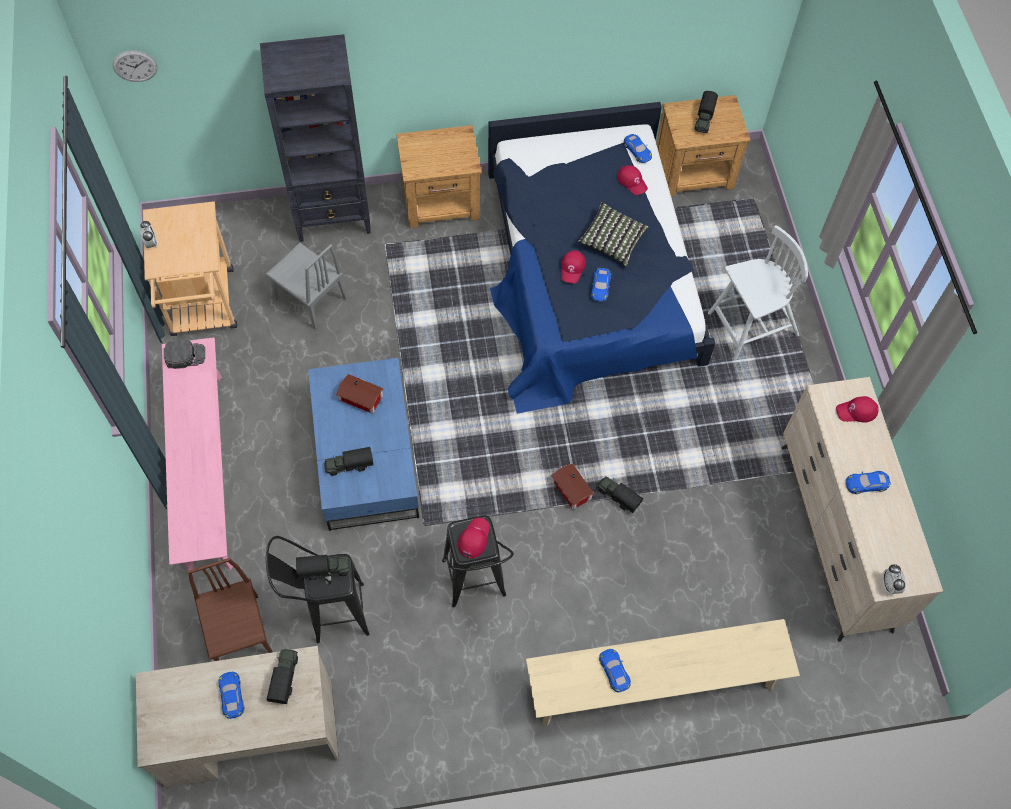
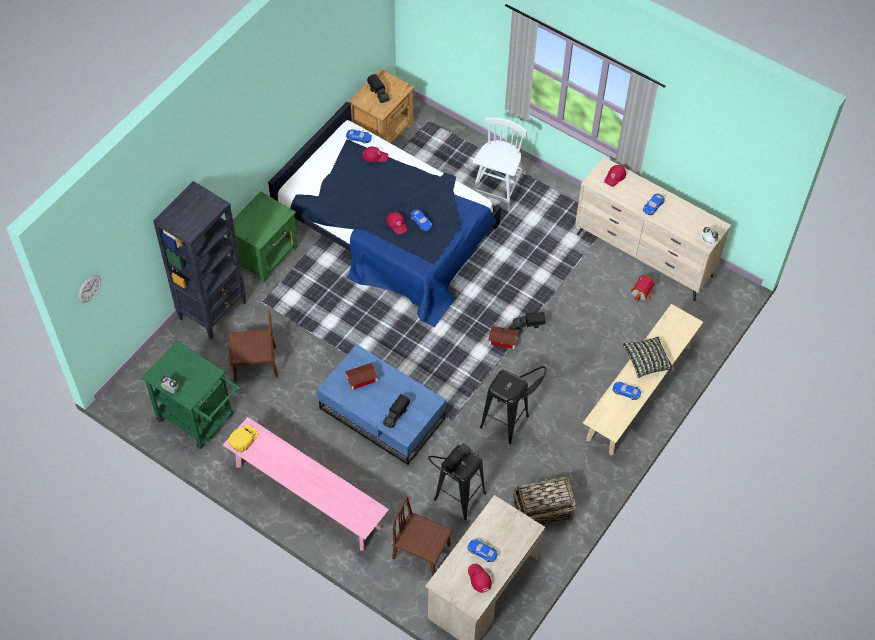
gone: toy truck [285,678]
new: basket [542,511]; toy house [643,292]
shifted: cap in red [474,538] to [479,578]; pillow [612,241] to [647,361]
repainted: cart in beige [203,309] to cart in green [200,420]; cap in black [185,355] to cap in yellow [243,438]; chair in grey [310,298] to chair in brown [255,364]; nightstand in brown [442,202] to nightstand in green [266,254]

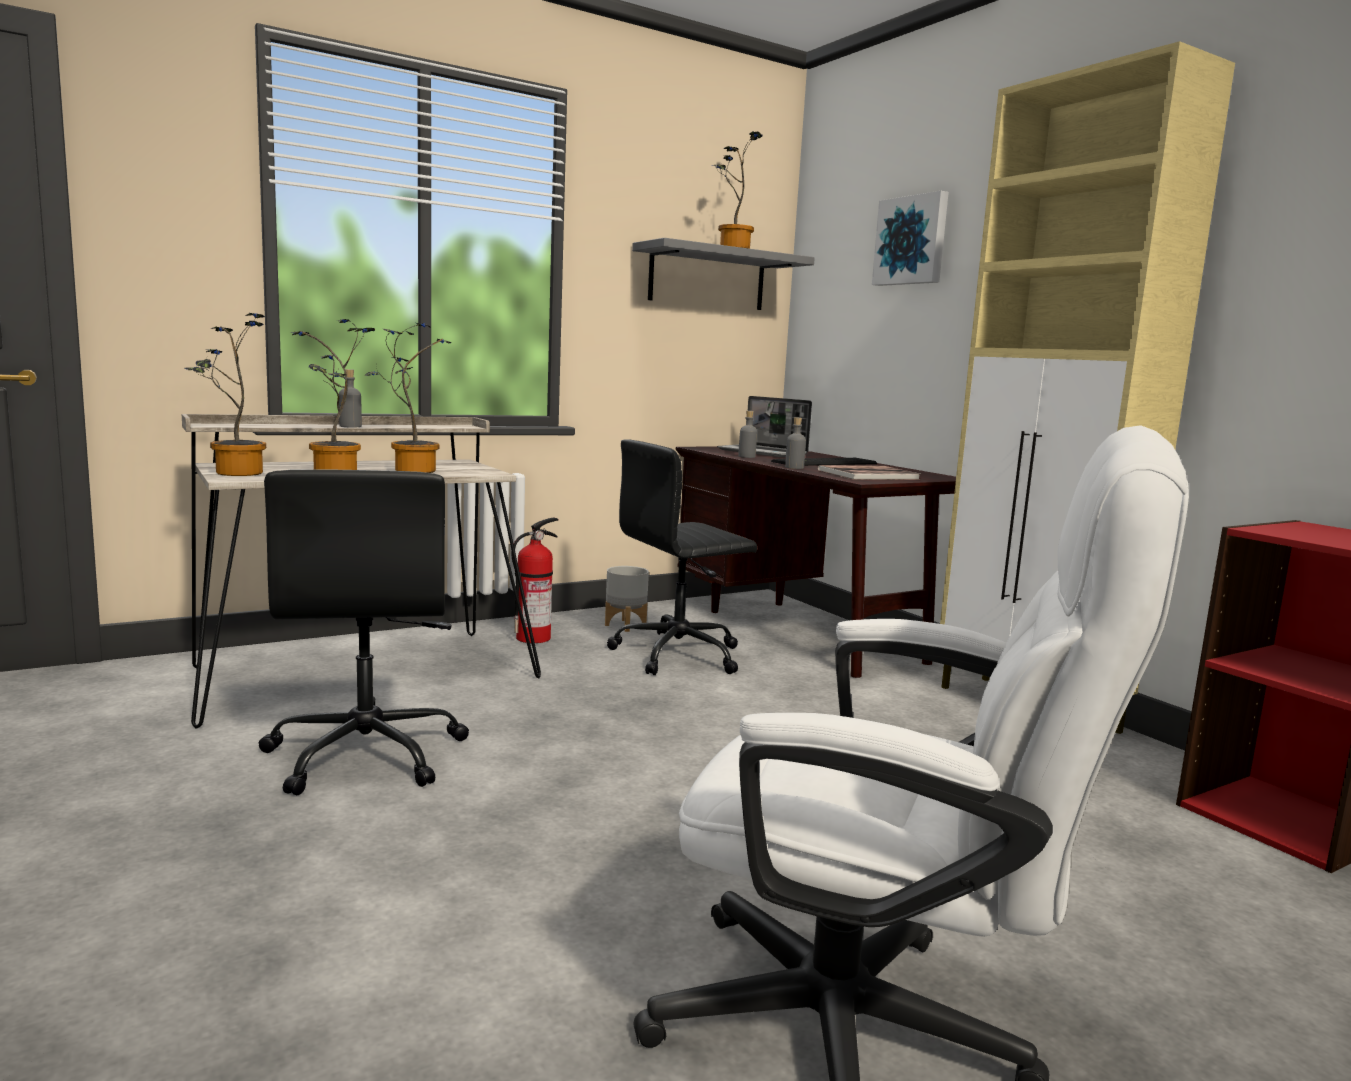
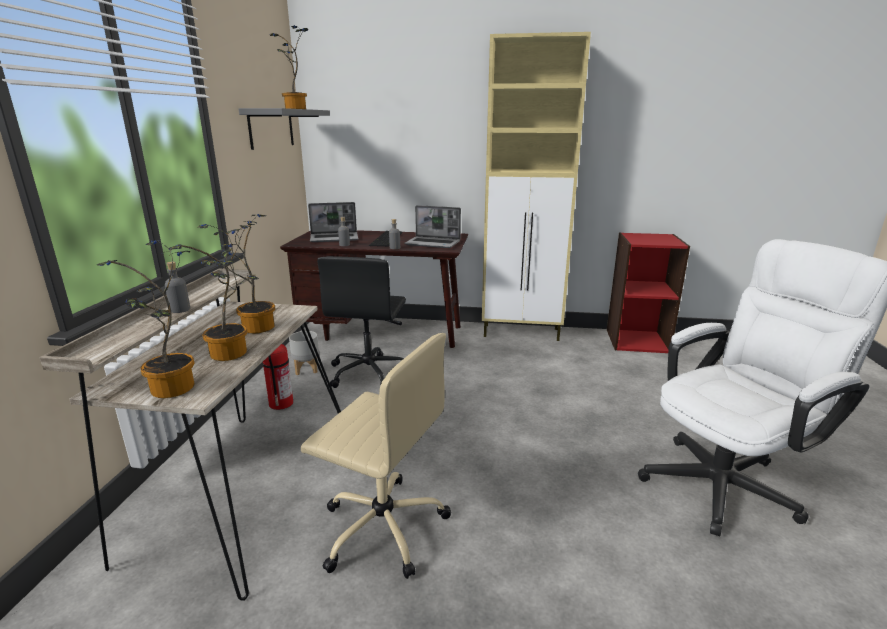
gone: picture [912,241]
swapped: book [868,475] to laptop [433,243]
repainted: office chair in black [366,754] to office chair in beige [382,526]

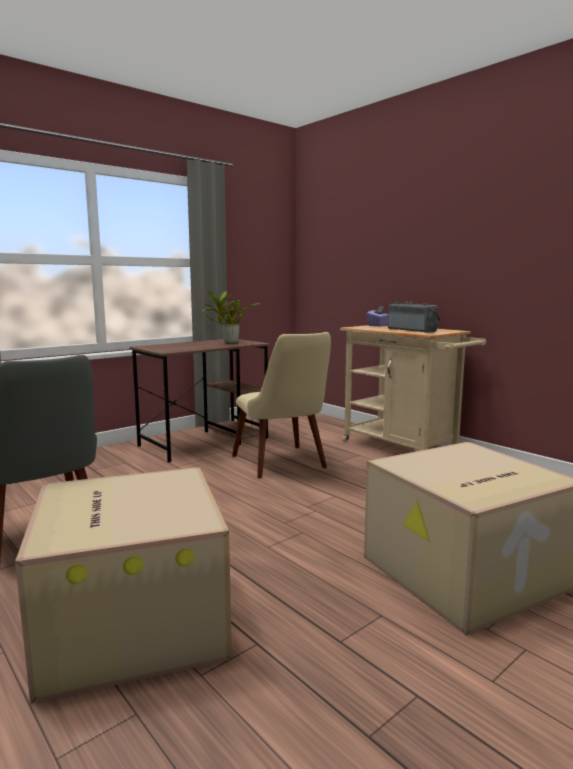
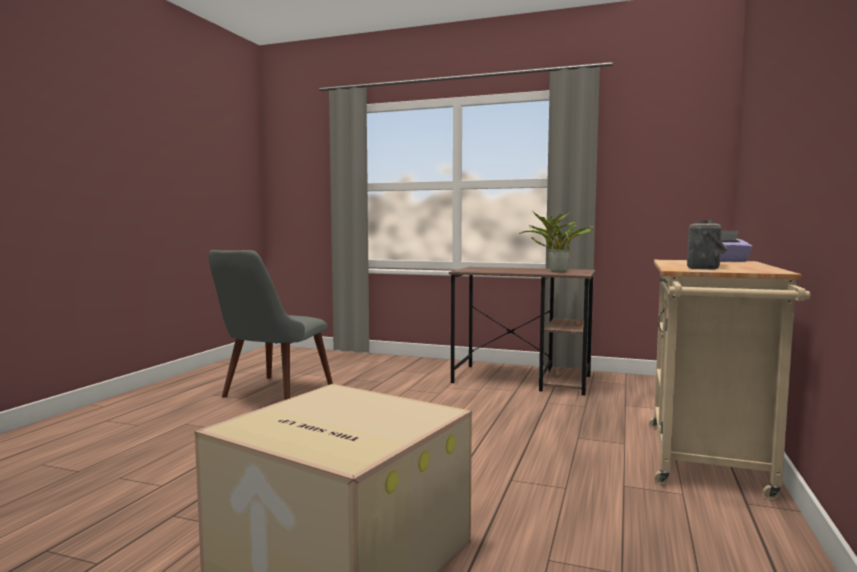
gone: cardboard box [130,620]; chair in beige [284,465]

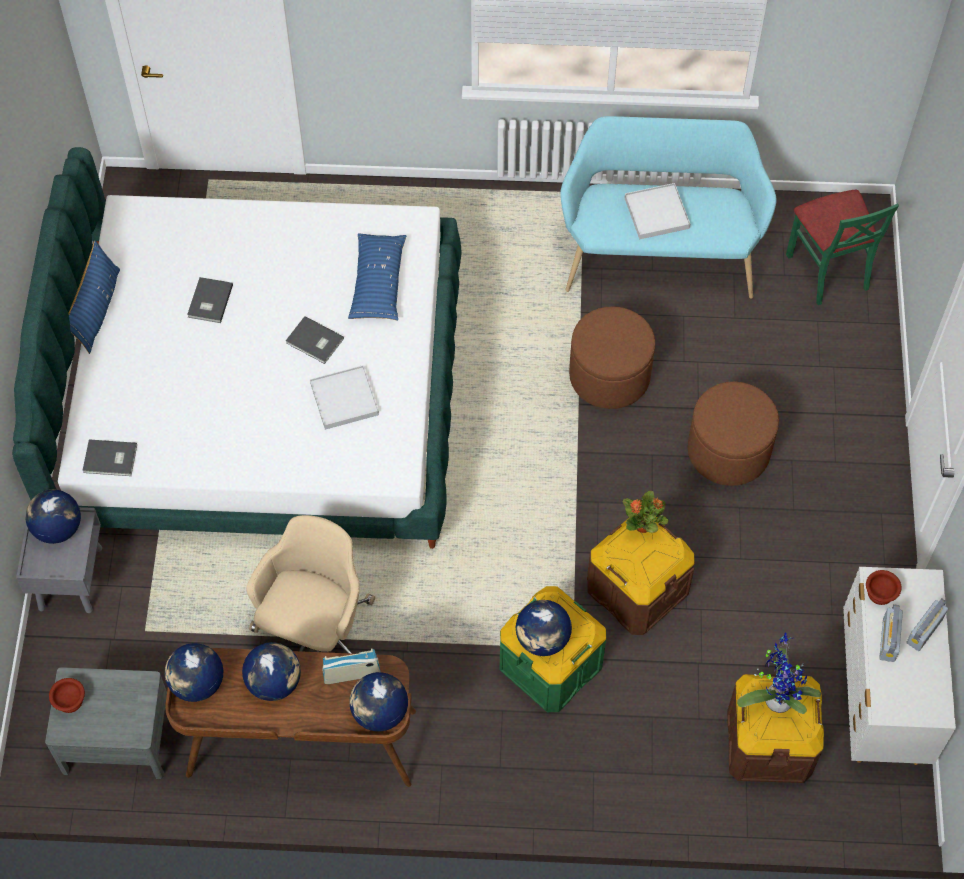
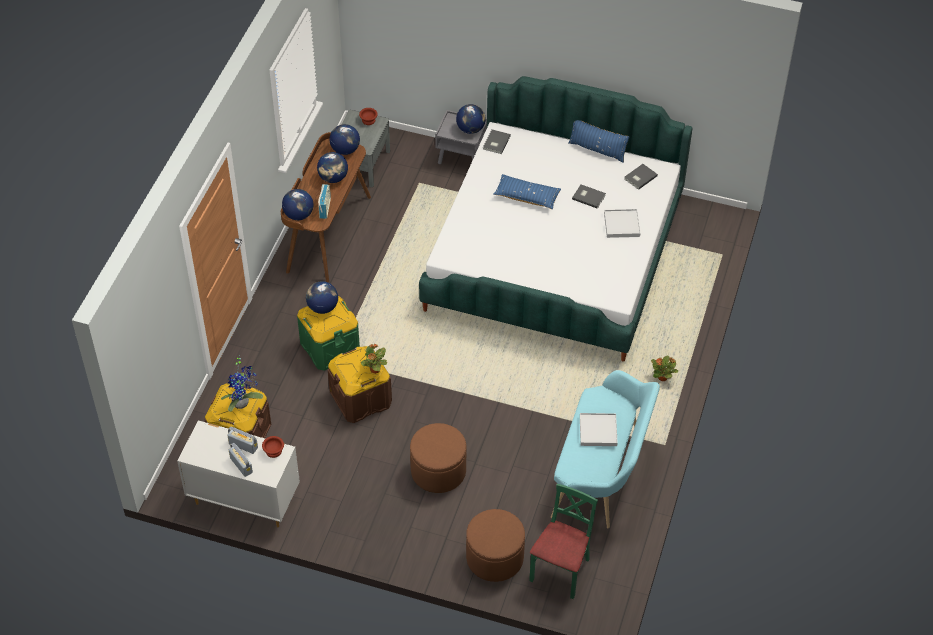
gone: office chair in beige [315,628]
new: potted plant [663,378]
shifted: book in grey [314,342] to [639,177]; tray in white [344,399] to [621,225]; pillow in blue [378,283] to [527,196]; ottoman in brown [609,375] to [494,558]
rotated: chair in green [828,270] = [561,571] 120 degrees clockwise

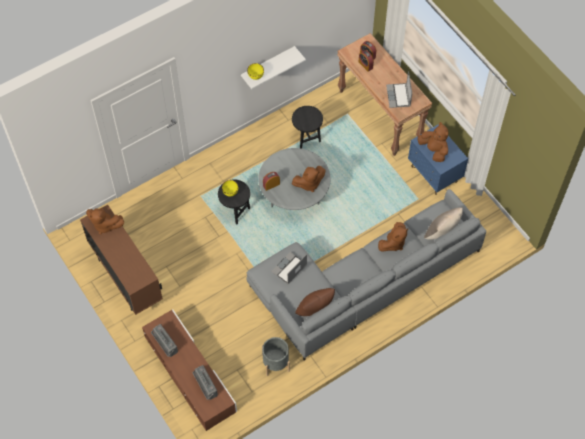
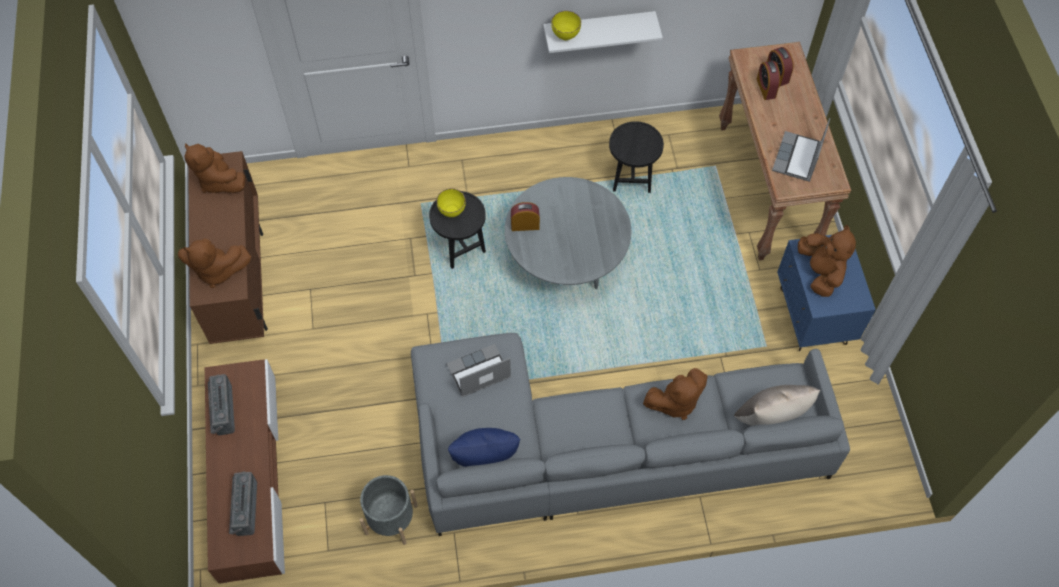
shifted: plush toy in brown [309,183] to [216,271]
repainted: pillow in brown [315,309] to pillow in blue [485,460]

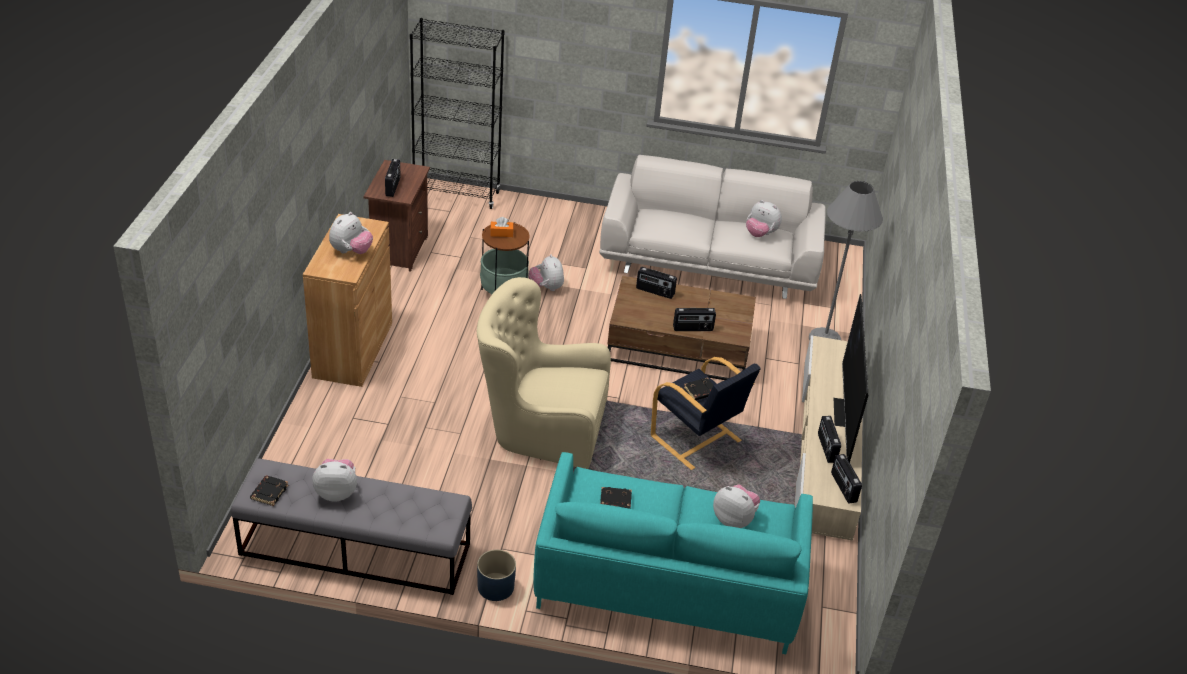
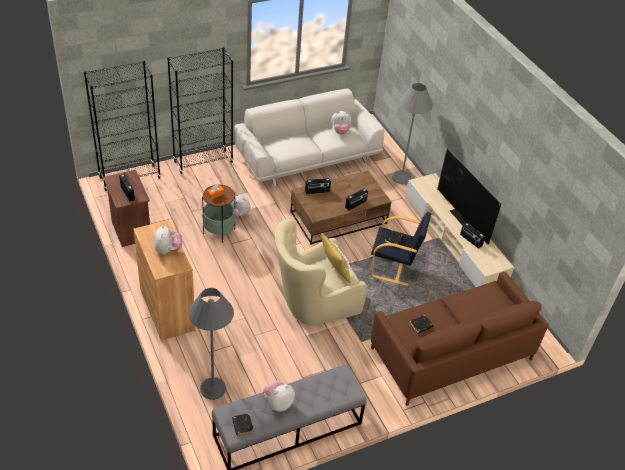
gone: planter in blue [495,587]; plush toy [734,519]; radio [843,488]
new: bookcase in black [203,162]; floor lamp in grey [213,388]; pillow in yellow [334,271]
repainted: sofa in turquoise [667,582] to sofa in brown [451,353]

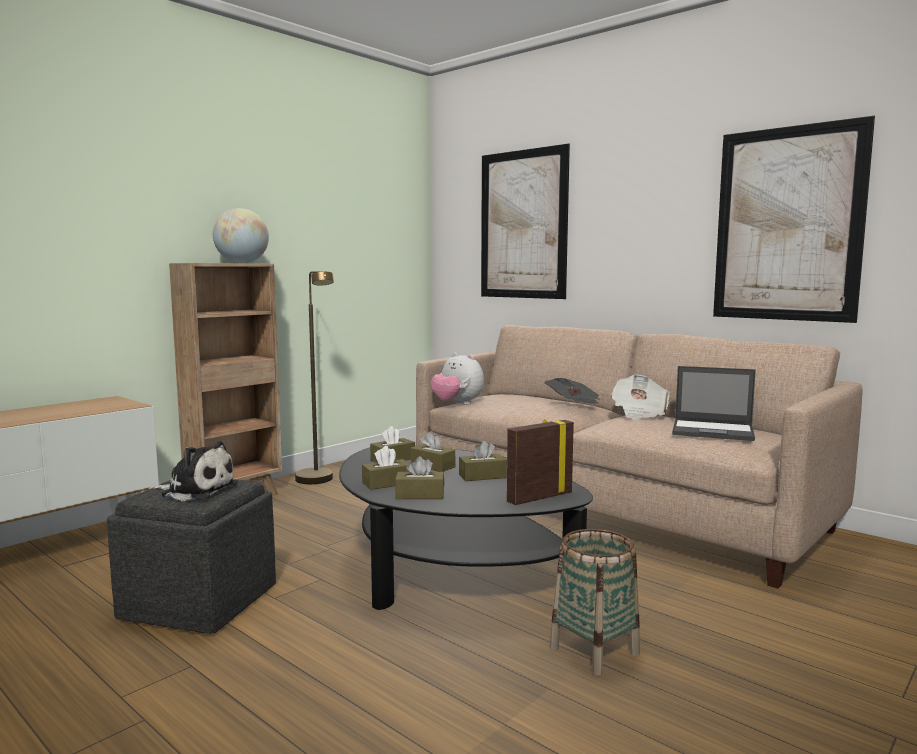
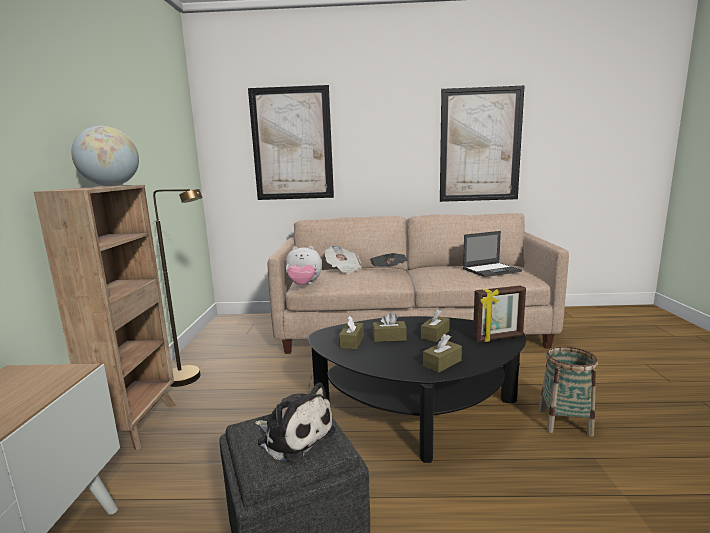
gone: tissue box in brown [387,483]
shifted: newspaper [639,413] to [343,269]
rotated: plush toy [196,490] = [294,436] 60 degrees clockwise; picture frame [539,497] = [498,338] 120 degrees counterclockwise

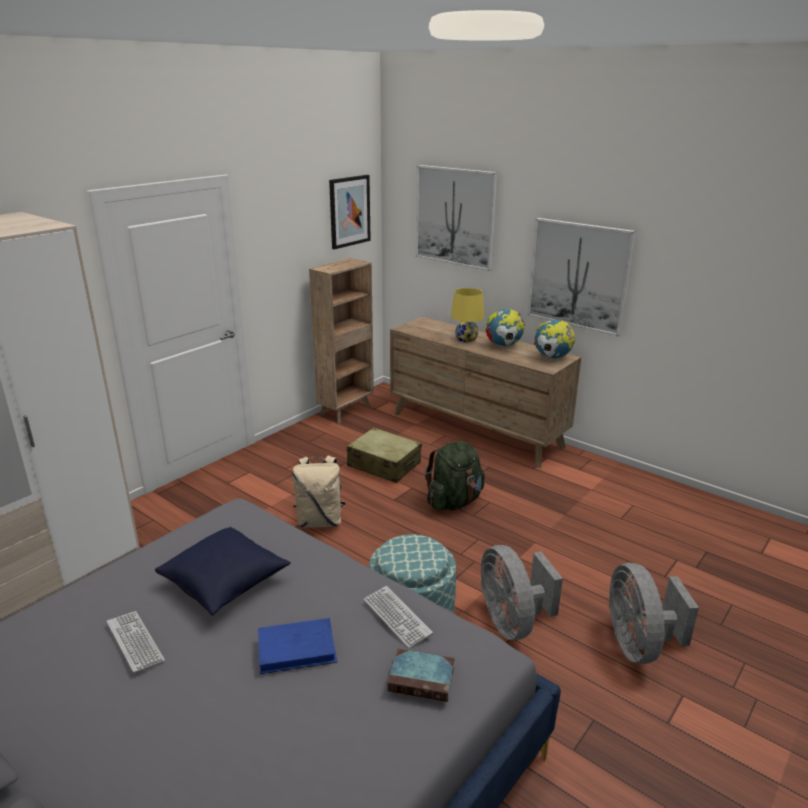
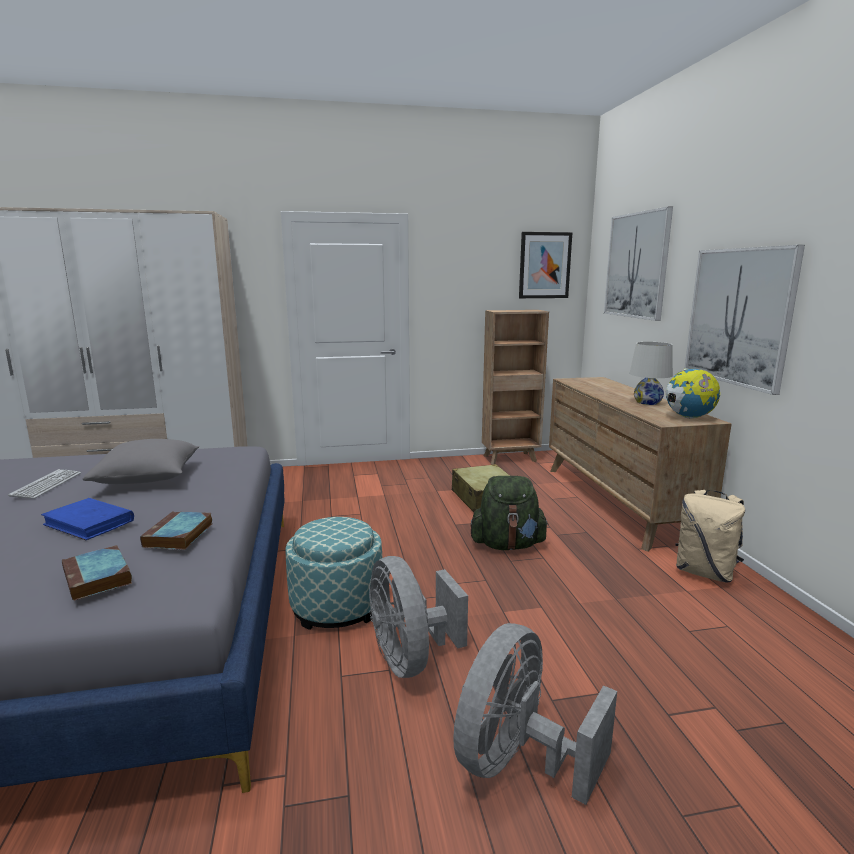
gone: table lamp in yellow [466,339]
shifted: backpack in beige [320,521] to [705,572]
swapped: keyboard [397,617] to book [178,536]; globe [503,346] to table lamp in white [647,402]
repainted: pillow in blue [225,583] to pillow in grey [149,479]
rotated: fan in grey [512,622] = [411,658] 45 degrees counterclockwise

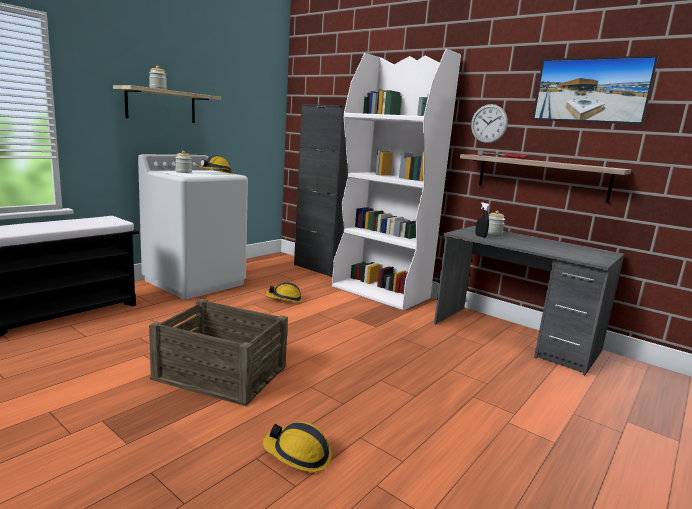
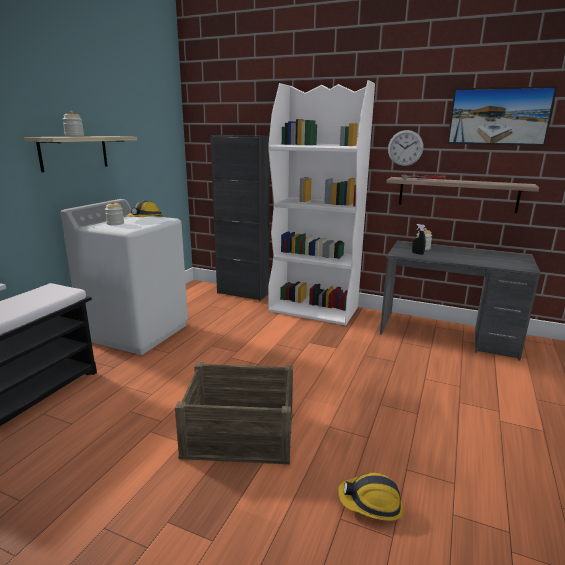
gone: hard hat [284,299]

